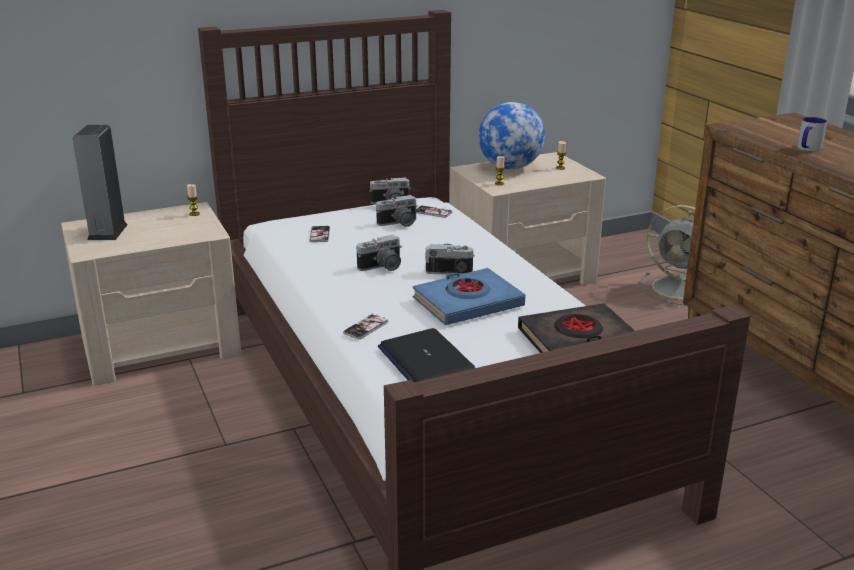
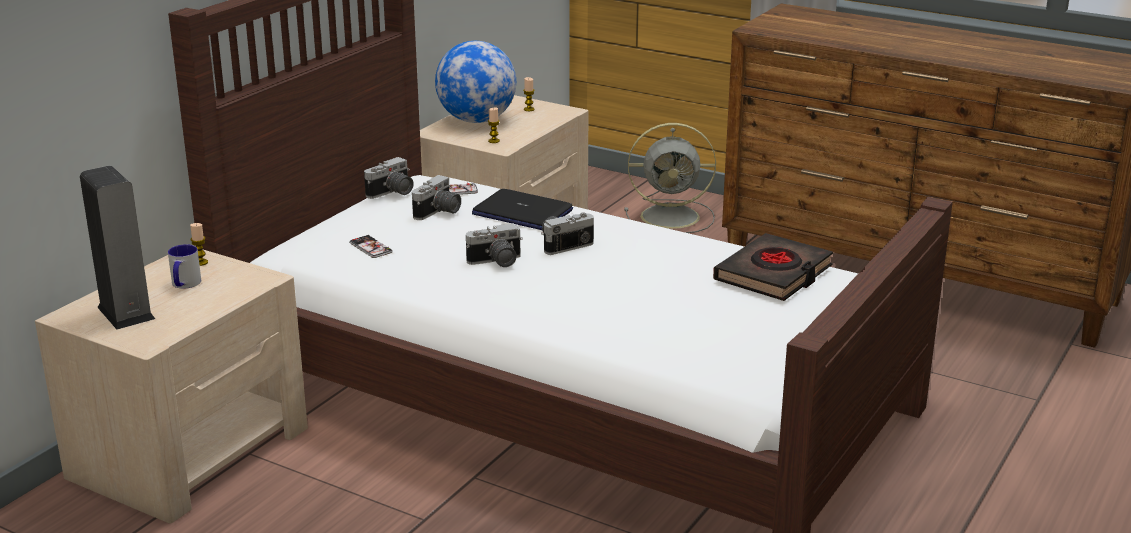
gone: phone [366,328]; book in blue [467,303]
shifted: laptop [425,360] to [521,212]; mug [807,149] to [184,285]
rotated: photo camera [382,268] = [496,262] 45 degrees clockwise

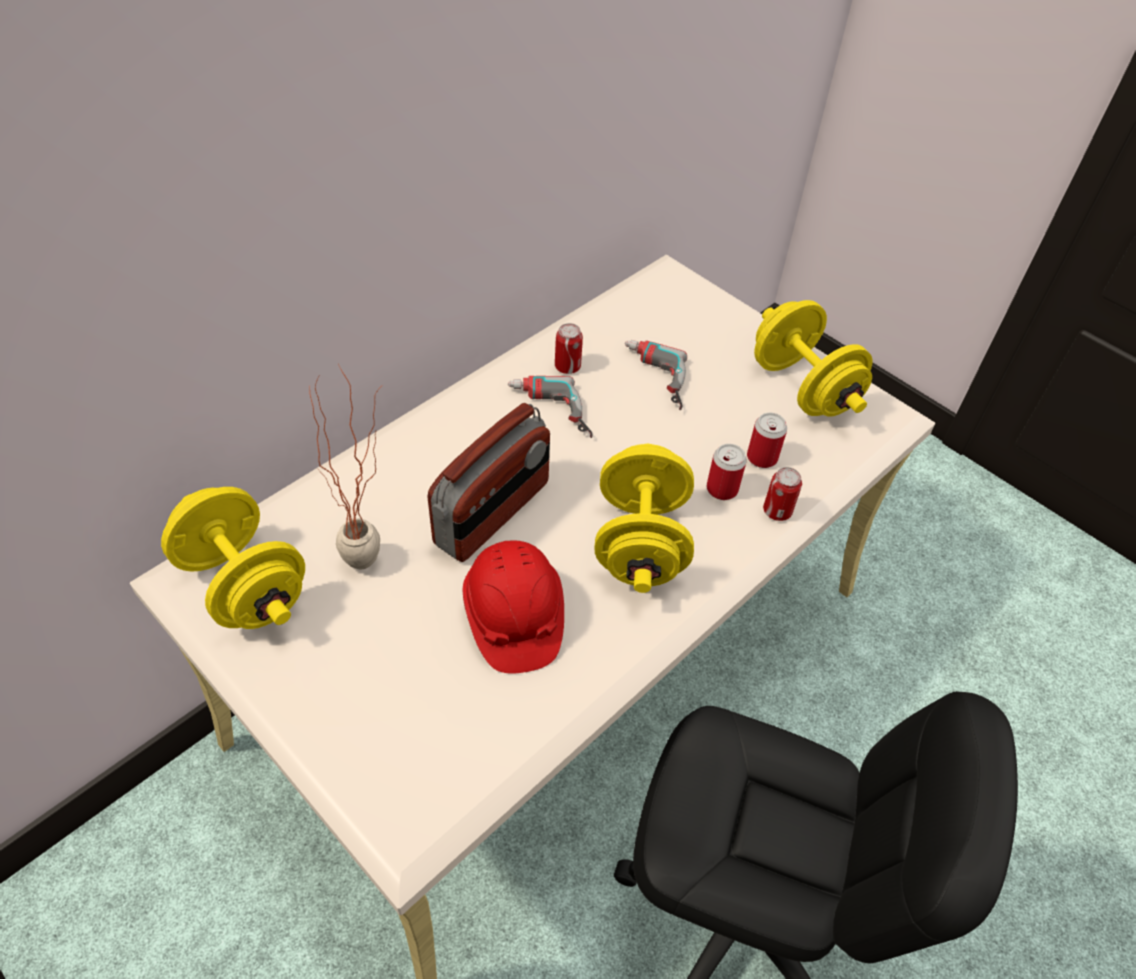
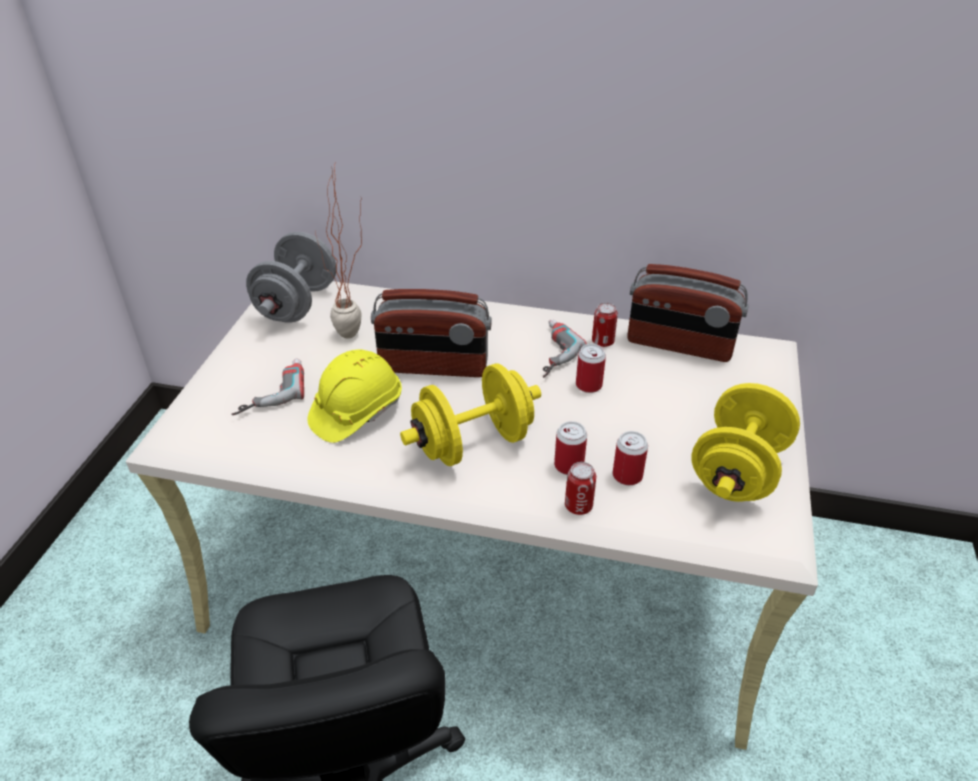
new: can [588,385]; radio [679,345]
shifted: power drill [652,379] to [270,391]
repainted: dumbbell in yellow [244,585] to dumbbell in grey [297,304]; hard hat in red [513,617] to hard hat in yellow [356,412]

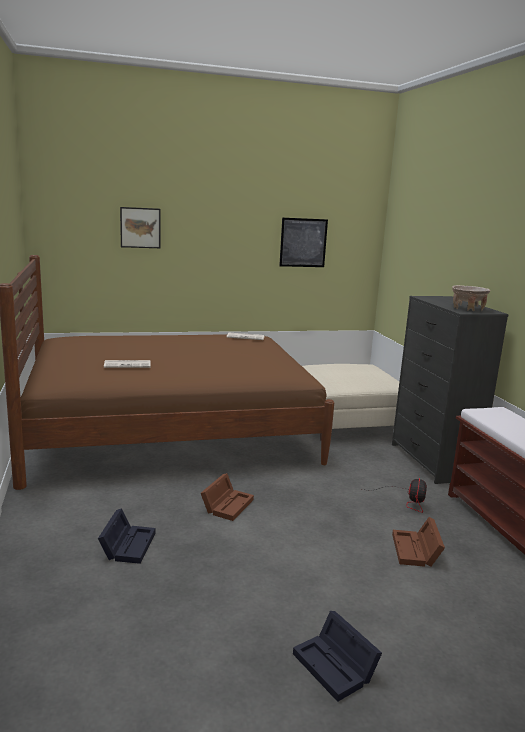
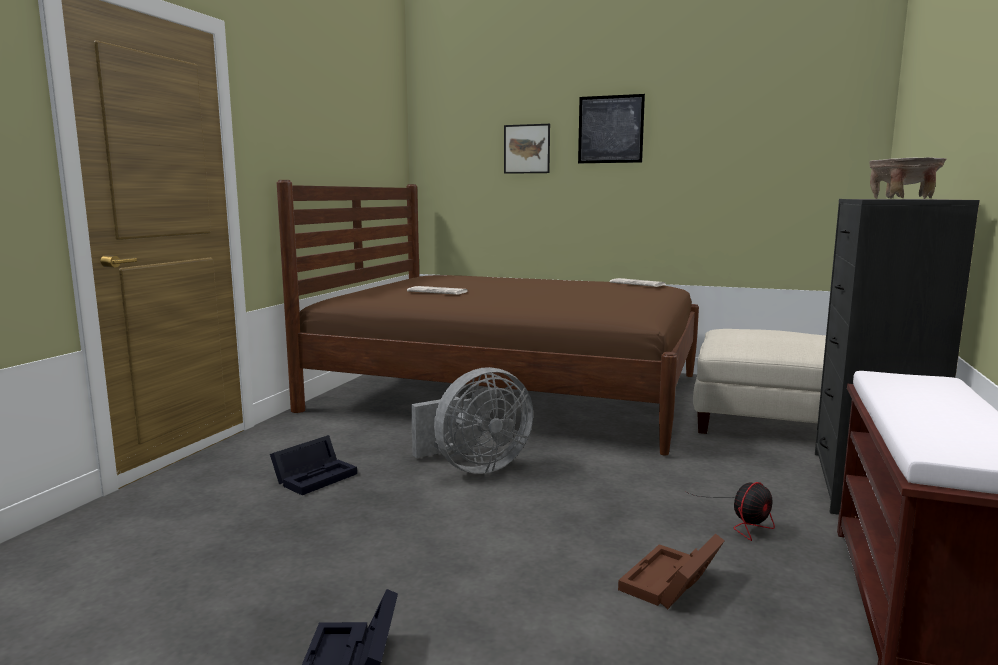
shifted: picture [303,242] to [610,129]
swapped: storage box in brown [227,504] to fan in grey [474,467]

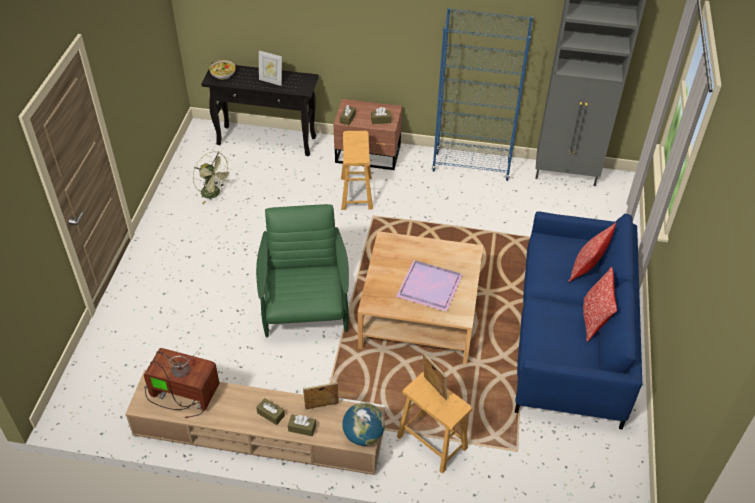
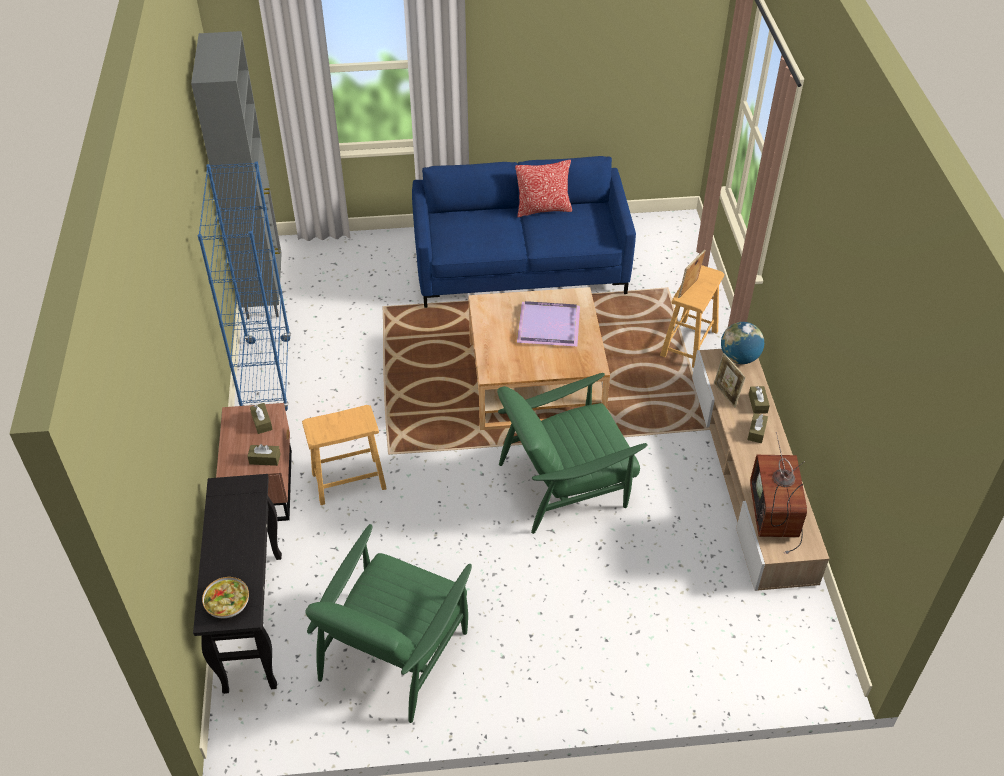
gone: picture frame [271,81]; pillow [587,268]
swapped: fan in green [214,194] to armchair in green [394,650]

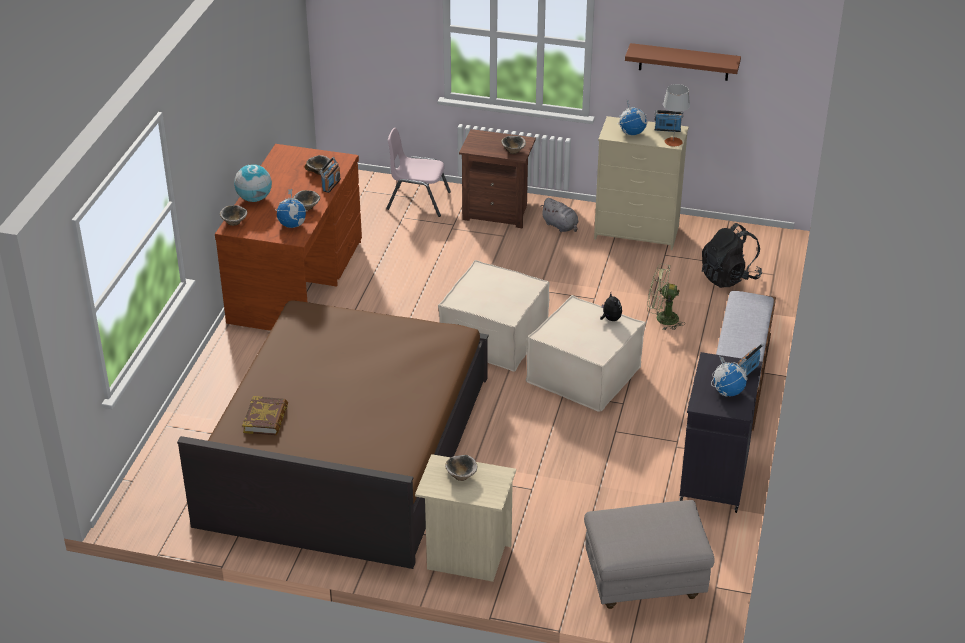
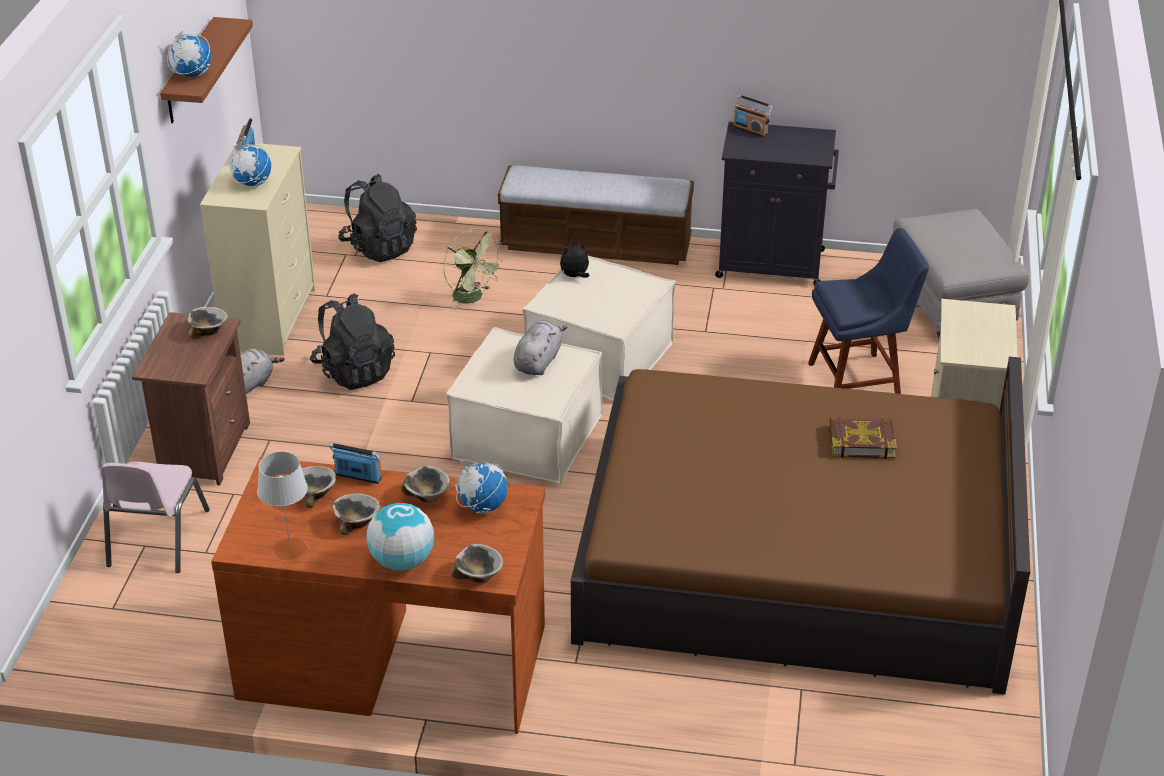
new: backpack in black [354,371]; plush toy in grey [538,361]; chair in blue [859,379]
shifted: book [266,419] to [861,441]; bowl [461,475] to [357,522]; table lamp in grey [673,142] to [290,549]; globe [727,392] to [191,74]
rotated: fan in green [661,319] = [473,298] 45 degrees counterclockwise

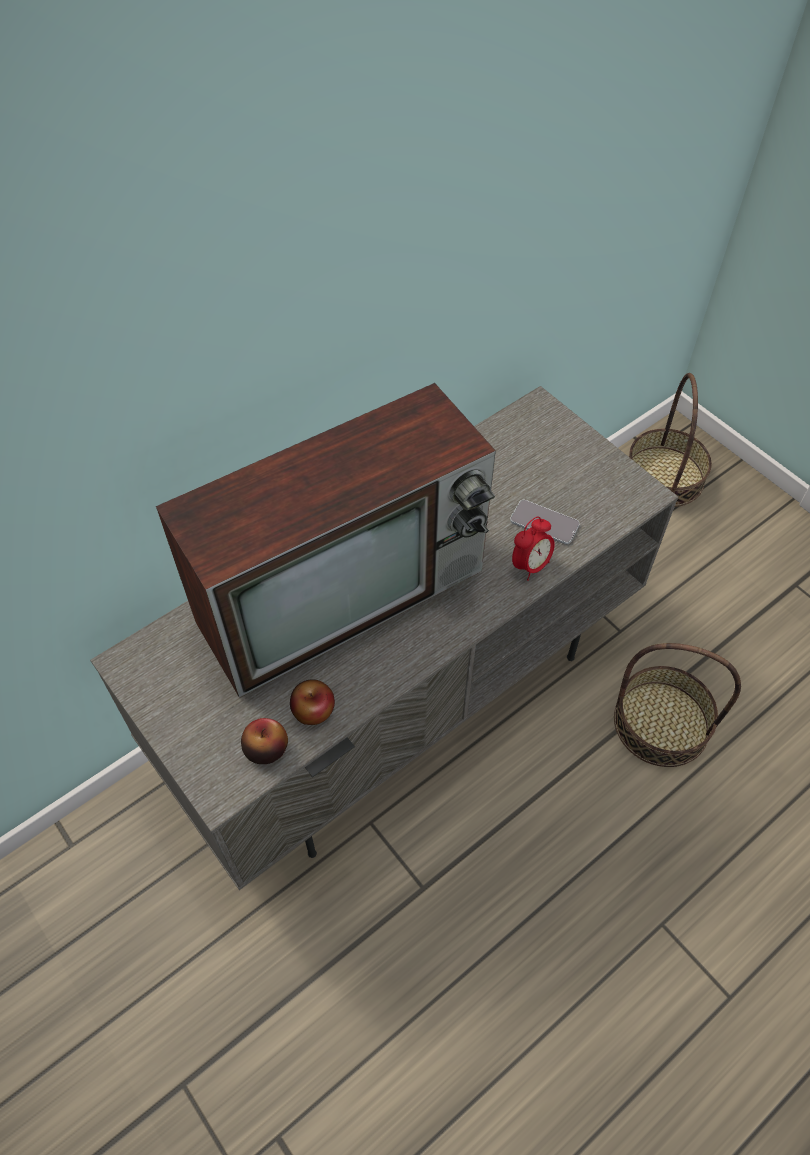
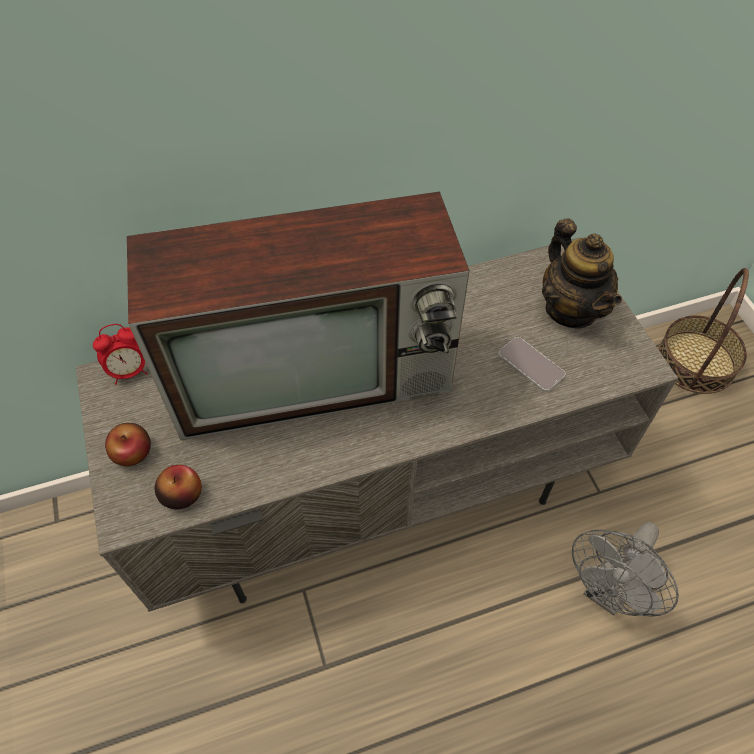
new: teapot [571,309]
shifted: apple [313,710] to [133,452]; alarm clock [530,565] to [129,372]
swapped: basket [661,723] to fan in grey [607,592]

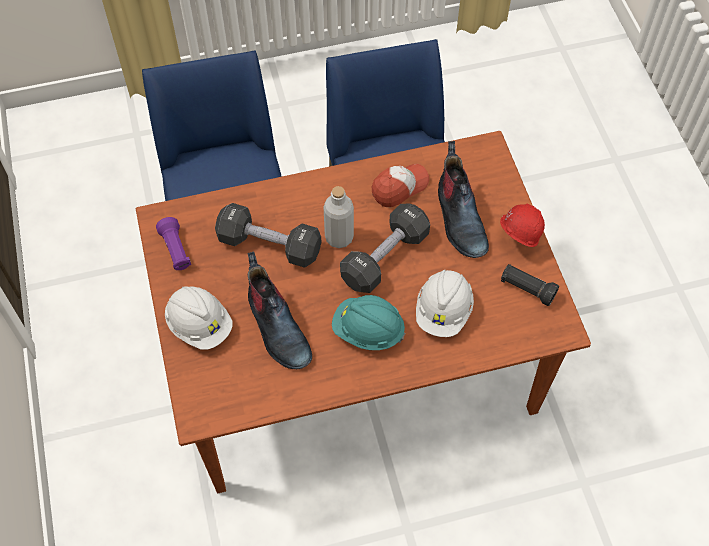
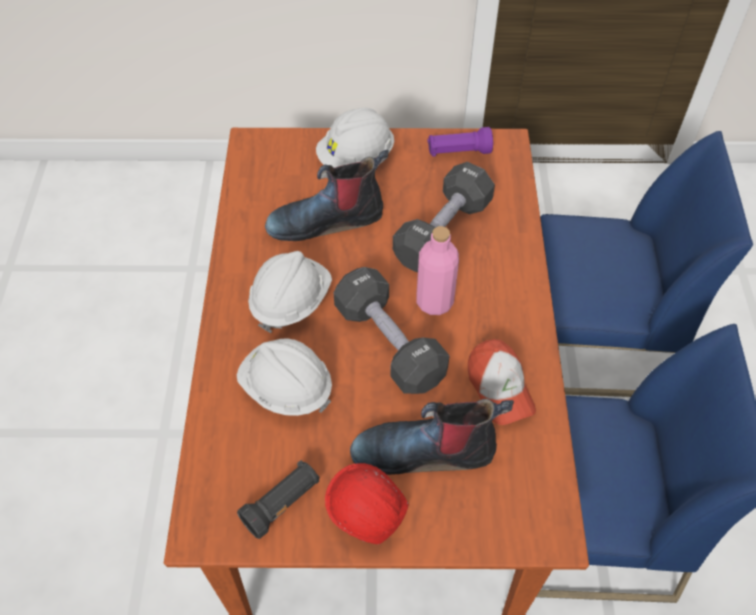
repainted: bottle in grey [339,237] to bottle in pink [434,302]; hard hat in turquoise [368,331] to hard hat in white [290,301]

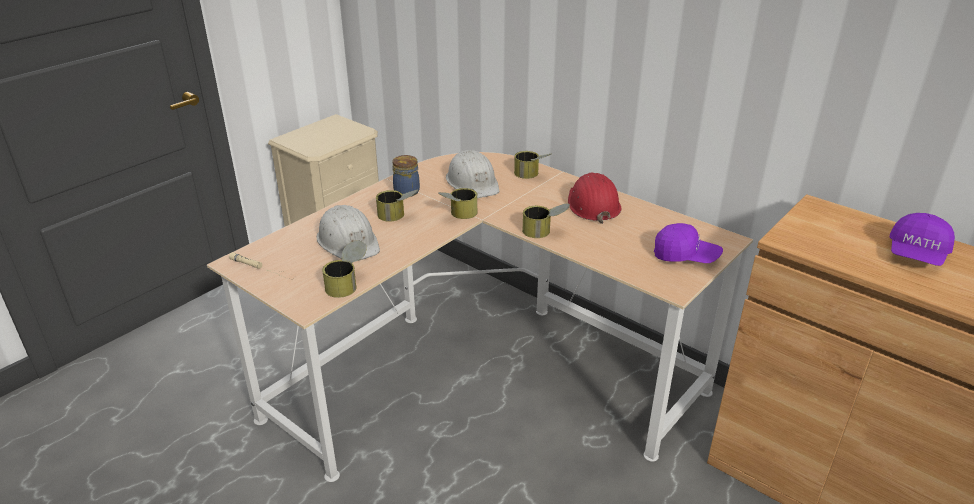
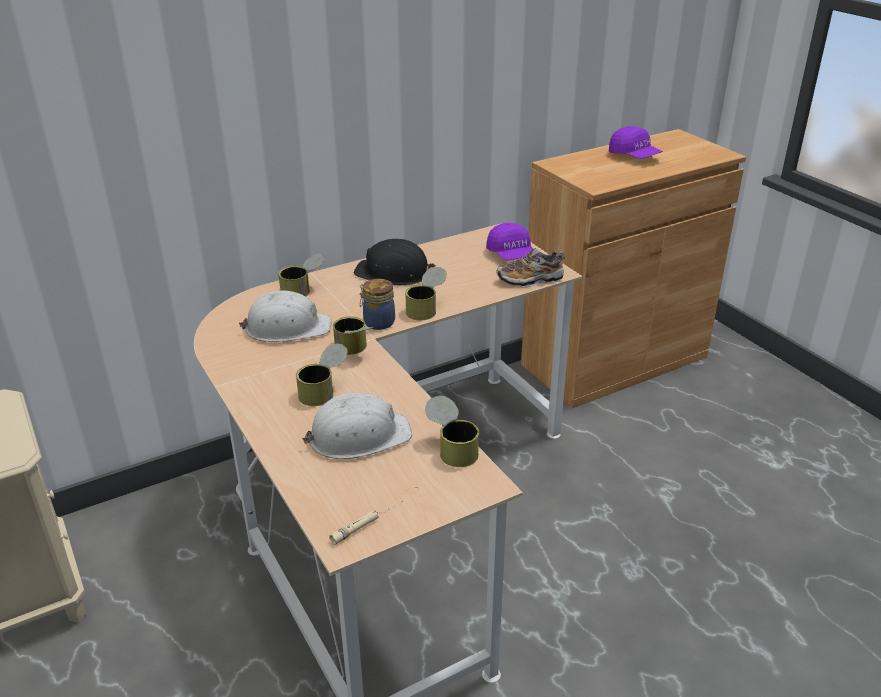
new: shoe [530,280]
shifted: jar [407,191] to [378,322]
repainted: hard hat in red [592,205] to hard hat in black [393,273]
rotated: cap in purple [685,256] = [511,255] 120 degrees clockwise

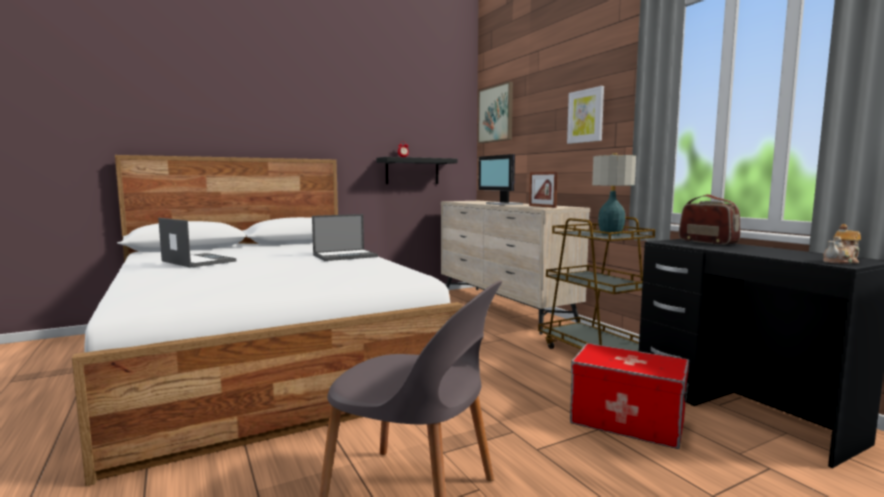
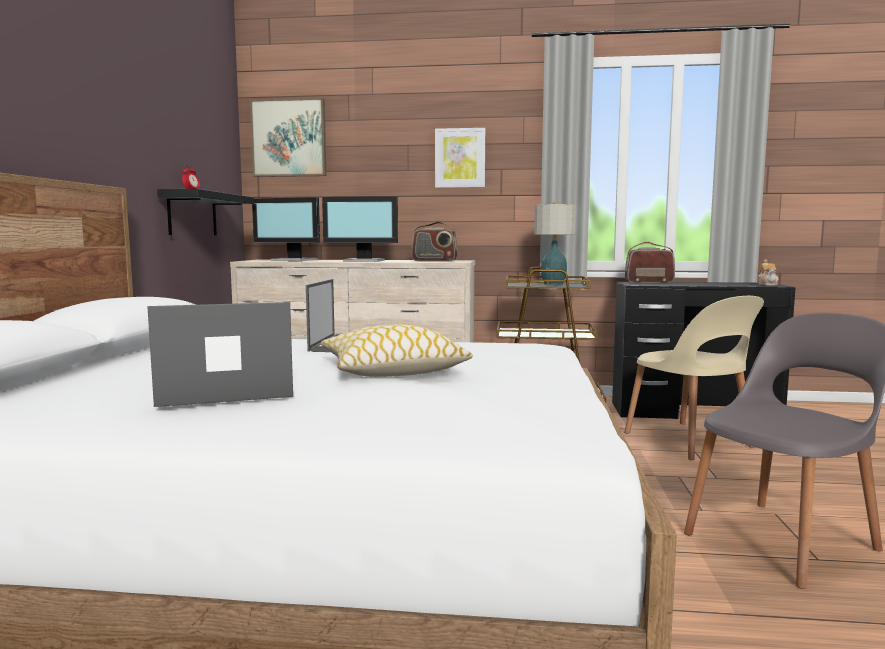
new: monitor [294,260]; pillow [392,370]
swapped: picture frame [542,206] to radio [434,261]; storage box [626,422] to chair in beige [689,441]

